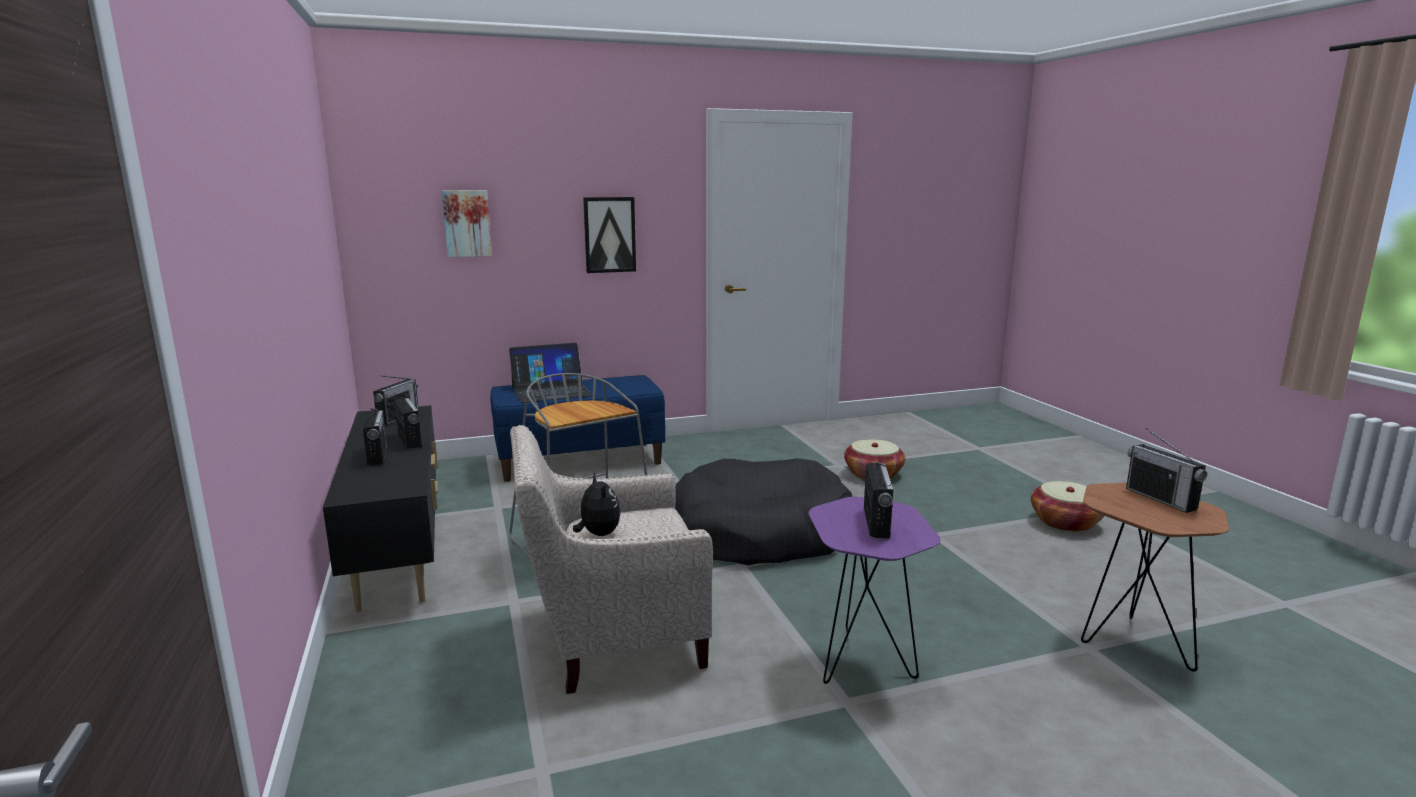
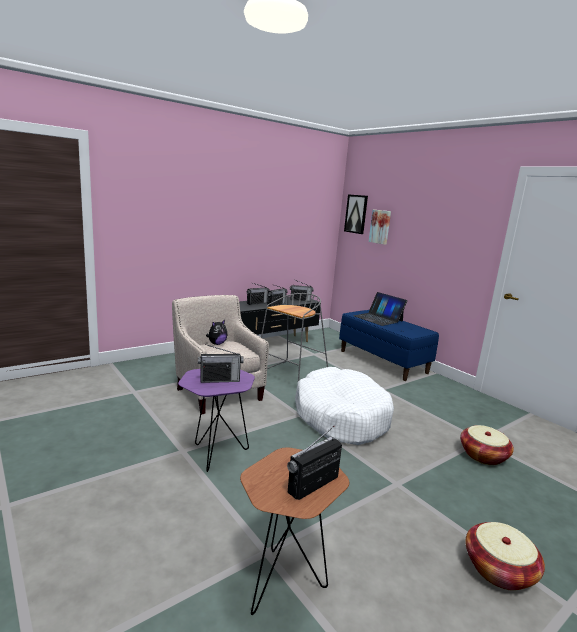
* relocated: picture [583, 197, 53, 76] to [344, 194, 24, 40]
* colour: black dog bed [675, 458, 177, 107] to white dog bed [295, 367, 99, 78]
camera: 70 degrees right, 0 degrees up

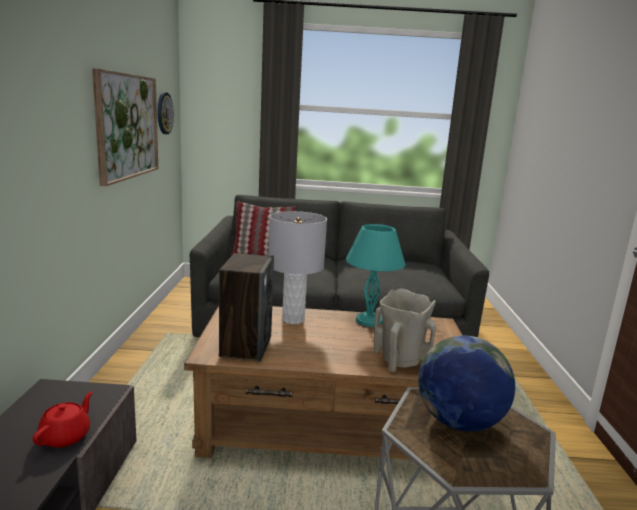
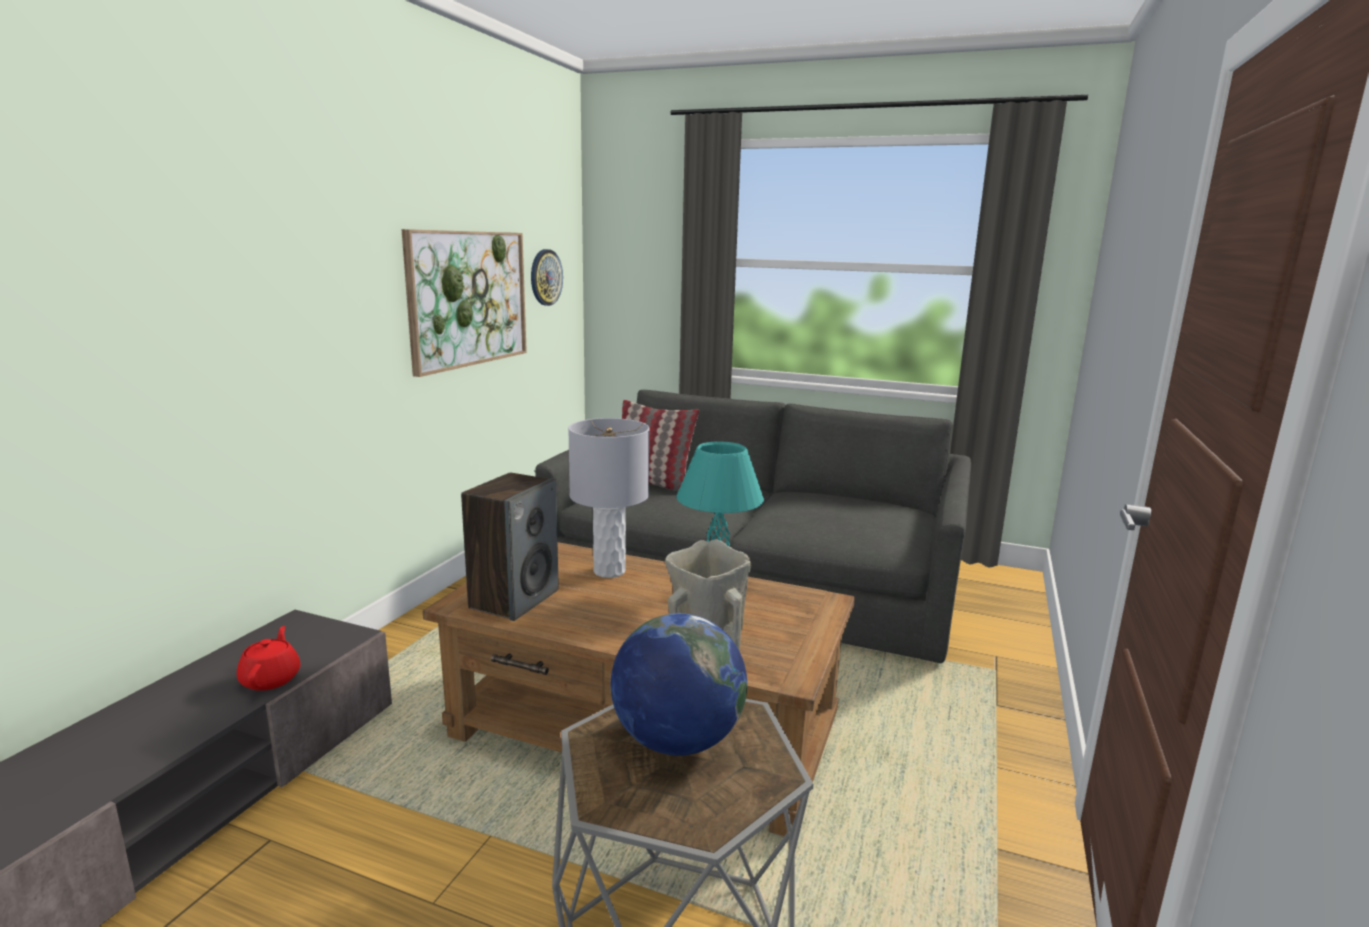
* spun: red teapot [33, 392, 60, 56] = [237, 626, 64, 65] 45 degrees counterclockwise
camera: 20 degrees right, 0 degrees up

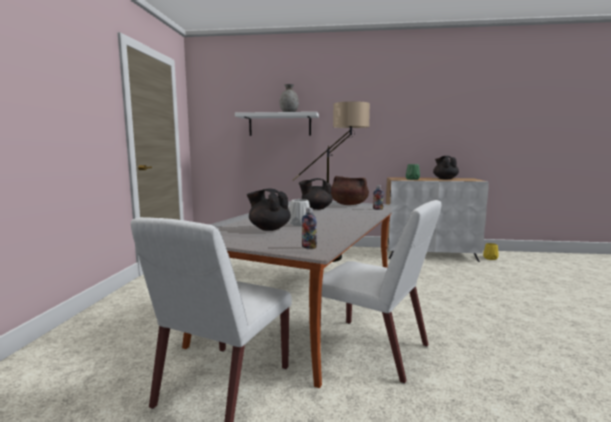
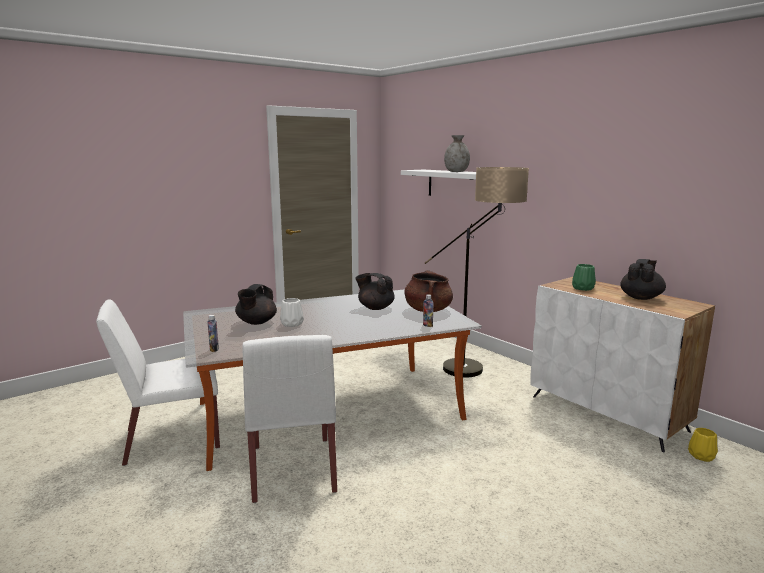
* spun: black teapot [247, 188, 44, 43] = [235, 284, 42, 41] 150 degrees counterclockwise
camera: 45 degrees right, 5 degrees up

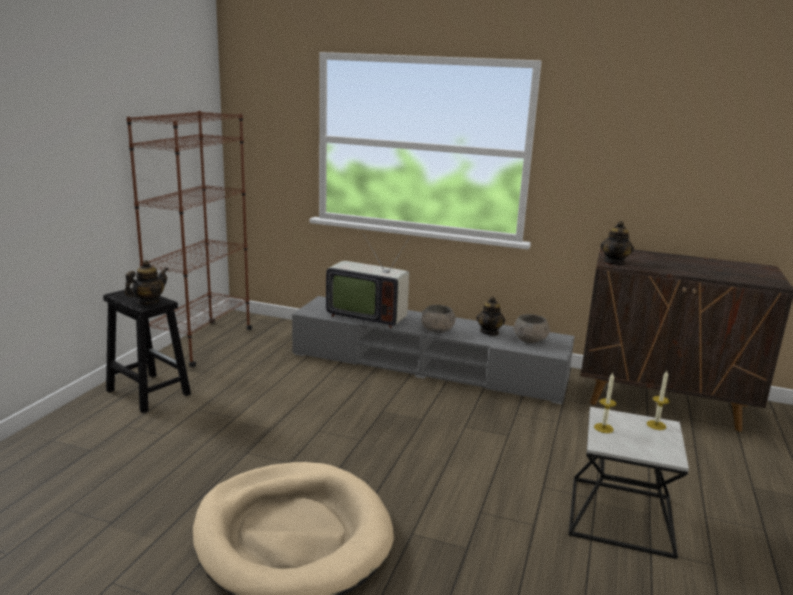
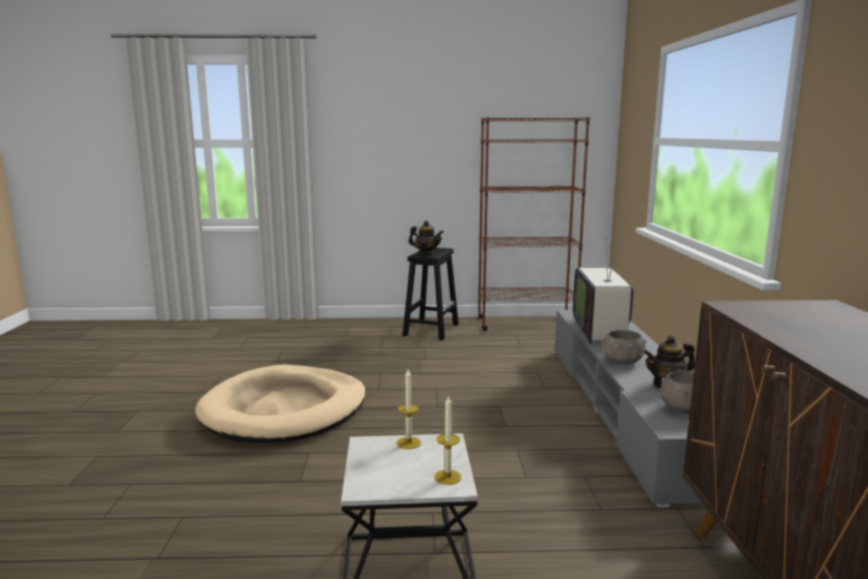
* missing: teapot [600, 221, 34, 44]
camera: 70 degrees right, 5 degrees down

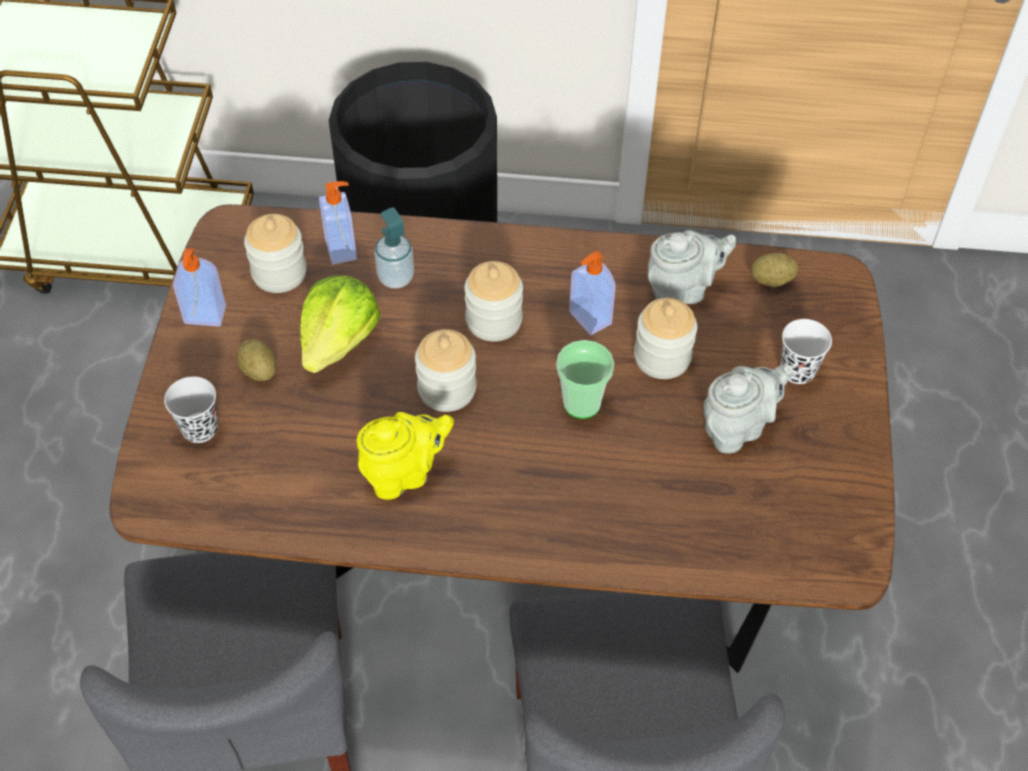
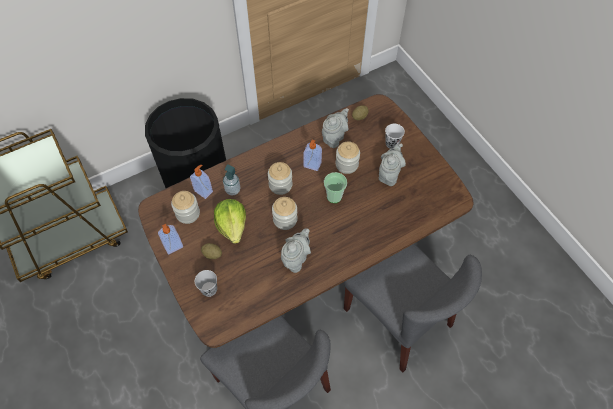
* colour: yellow teapot [357, 412, 97, 88] to grey teapot [281, 229, 30, 44]
camera: 35 degrees left, 5 degrees up

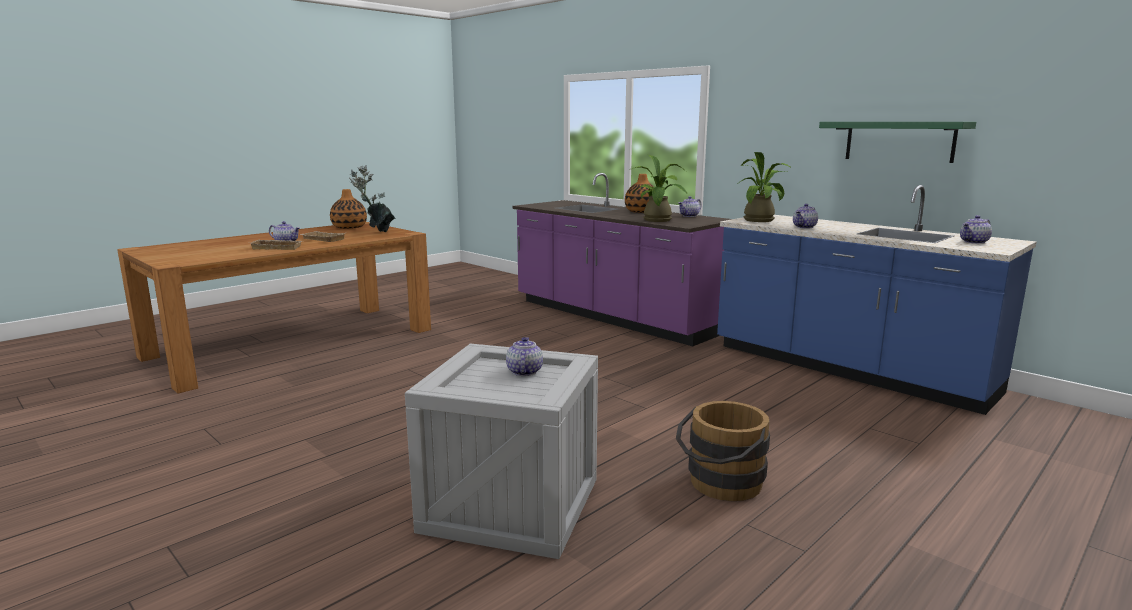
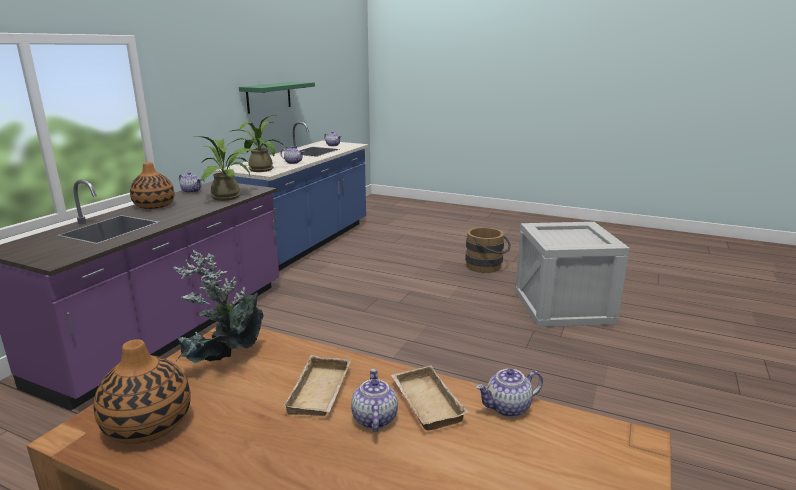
* relocated: teapot [506, 337, 37, 39] to [476, 369, 67, 48]
camera: 110 degrees left, 5 degrees up

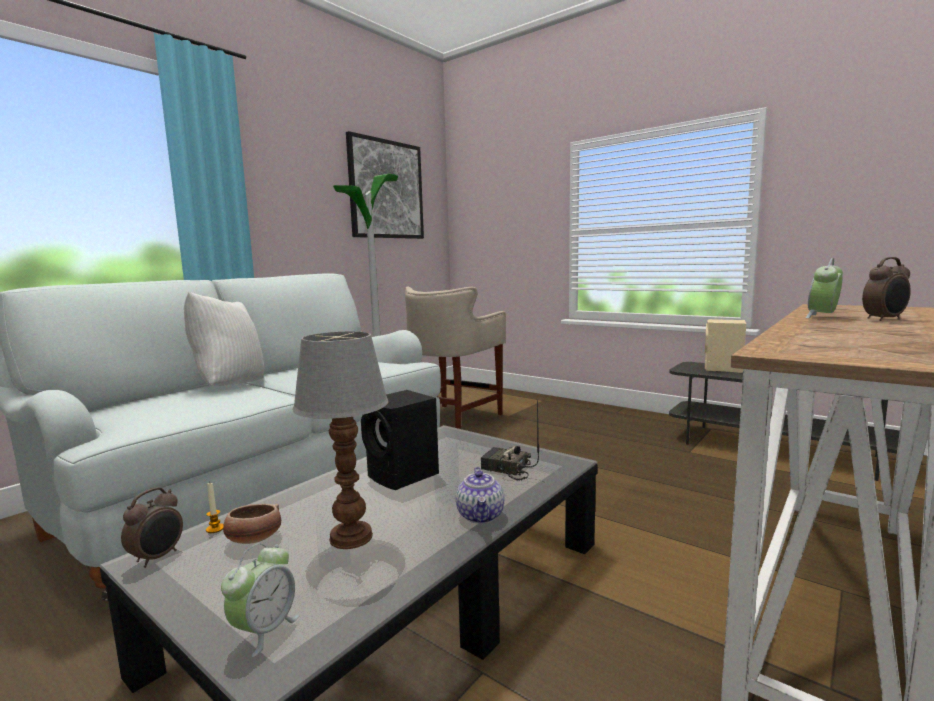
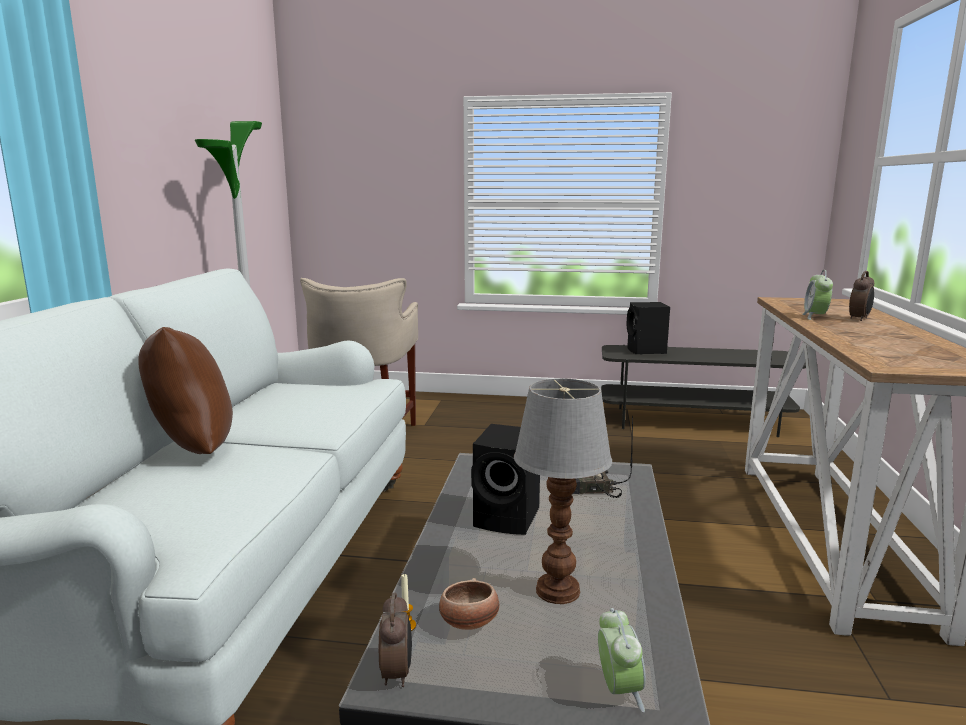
* colour: white pillow [184, 292, 80, 94] to brown pillow [138, 327, 95, 127]
* missing: picture [346, 131, 78, 108]
* missing: teapot [456, 467, 48, 57]
* colour: beige speaker [705, 319, 41, 54] to black speaker [627, 302, 43, 52]
camera: 30 degrees left, 5 degrees up

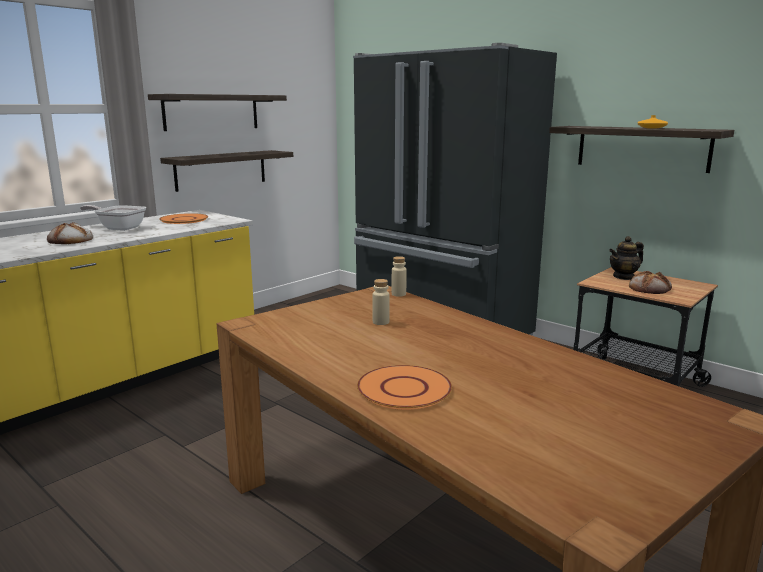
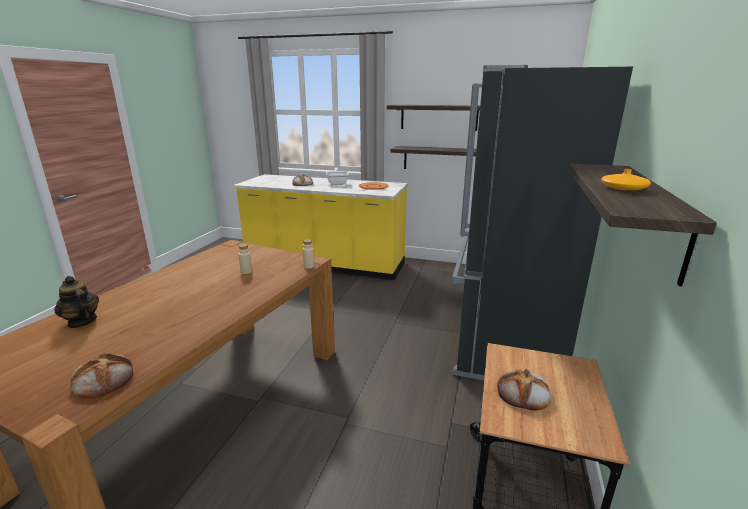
* missing: orange plate [357, 365, 95, 45]
* relocated: teapot [609, 236, 35, 44] to [54, 276, 45, 52]
* appeared: bread [70, 353, 63, 46]
camera: 65 degrees right, 5 degrees up

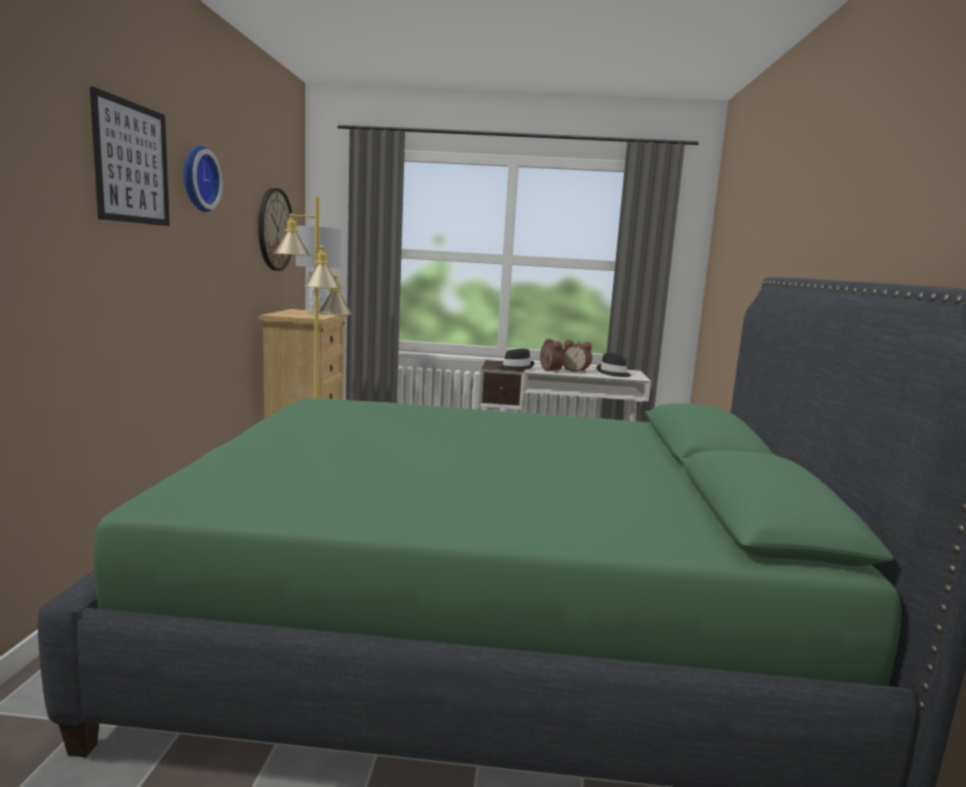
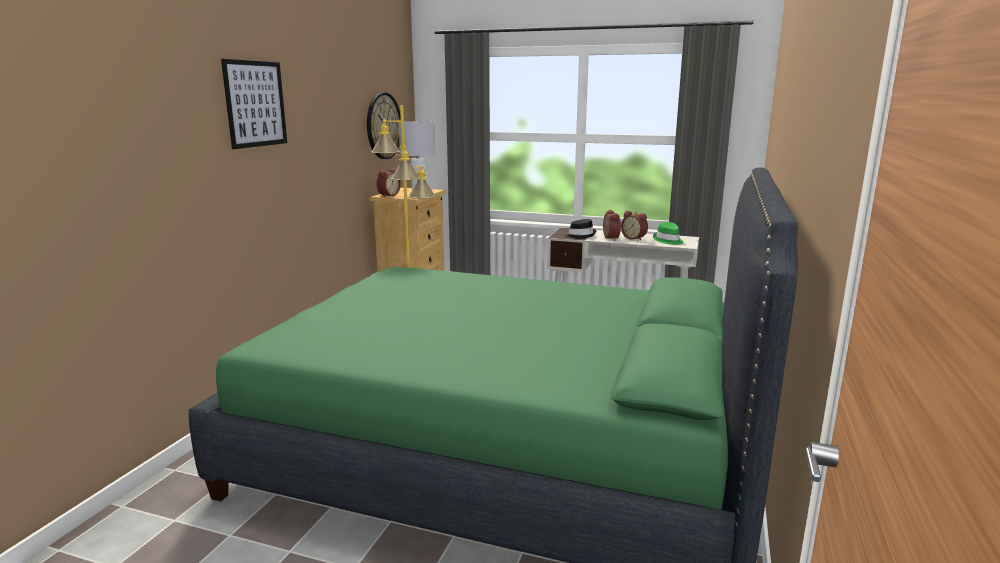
* missing: wall clock [184, 146, 39, 66]
* colour: black hat [597, 353, 34, 24] to green hat [653, 222, 31, 23]
* appeared: alarm clock [377, 168, 24, 29]
camera: 15 degrees right, 5 degrees up

